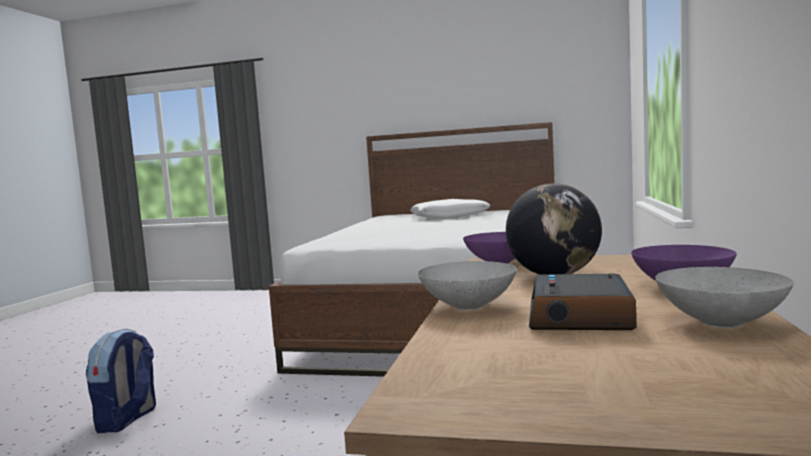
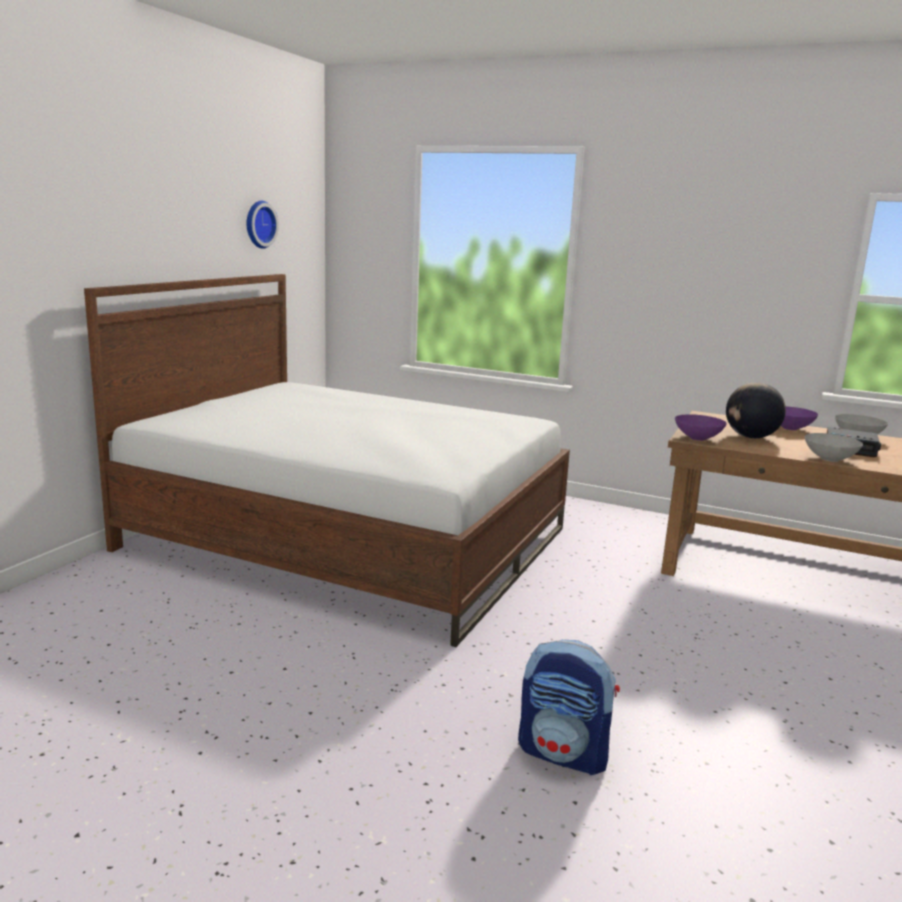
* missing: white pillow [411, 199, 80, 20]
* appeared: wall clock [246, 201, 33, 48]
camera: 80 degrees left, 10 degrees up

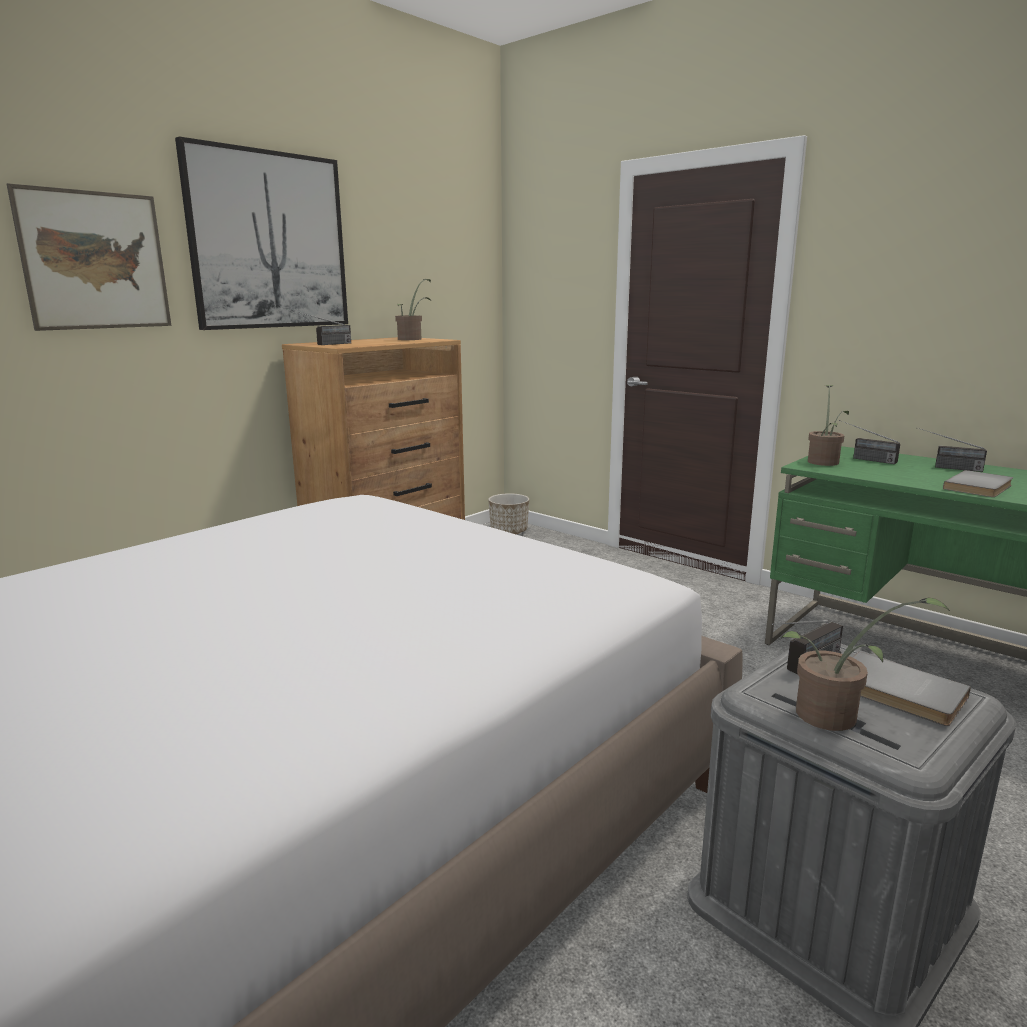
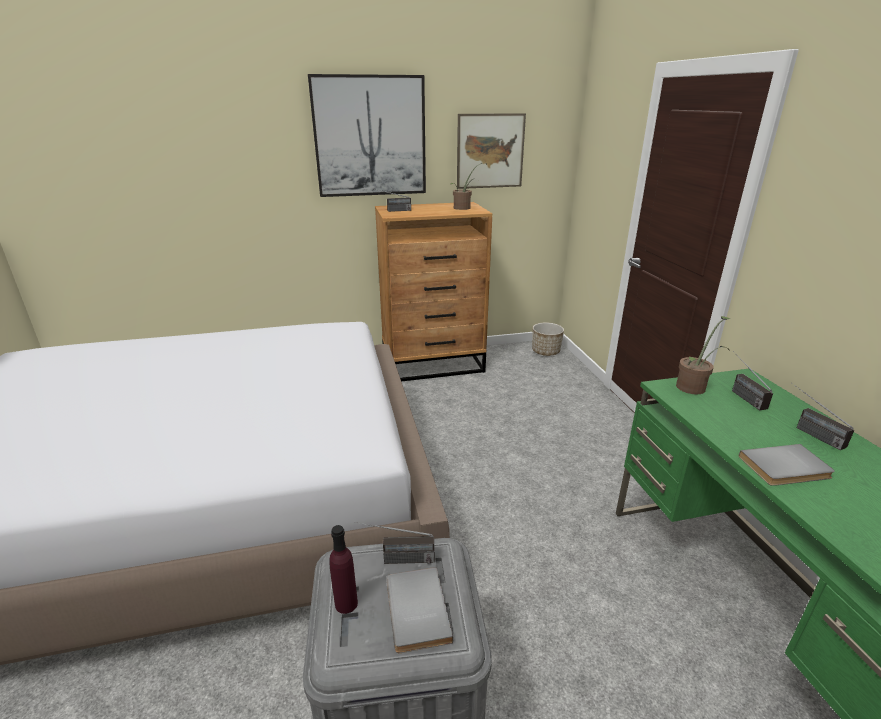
* relocated: picture [7, 183, 165, 148] to [457, 113, 69, 76]
* exchanged: potted plant [781, 597, 169, 134] to purple bottle [329, 525, 29, 89]
camera: 35 degrees right, 10 degrees up

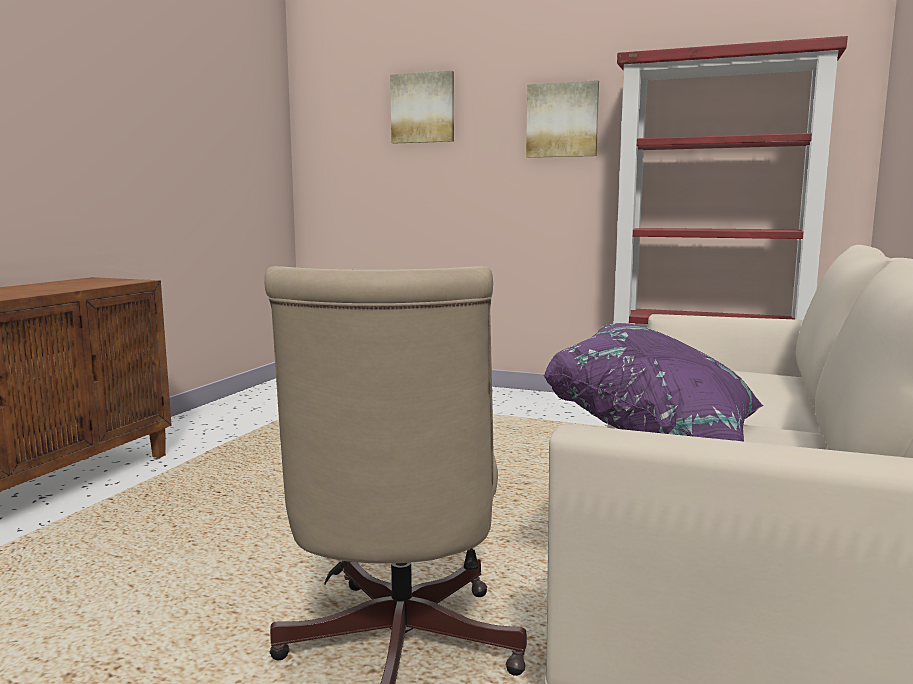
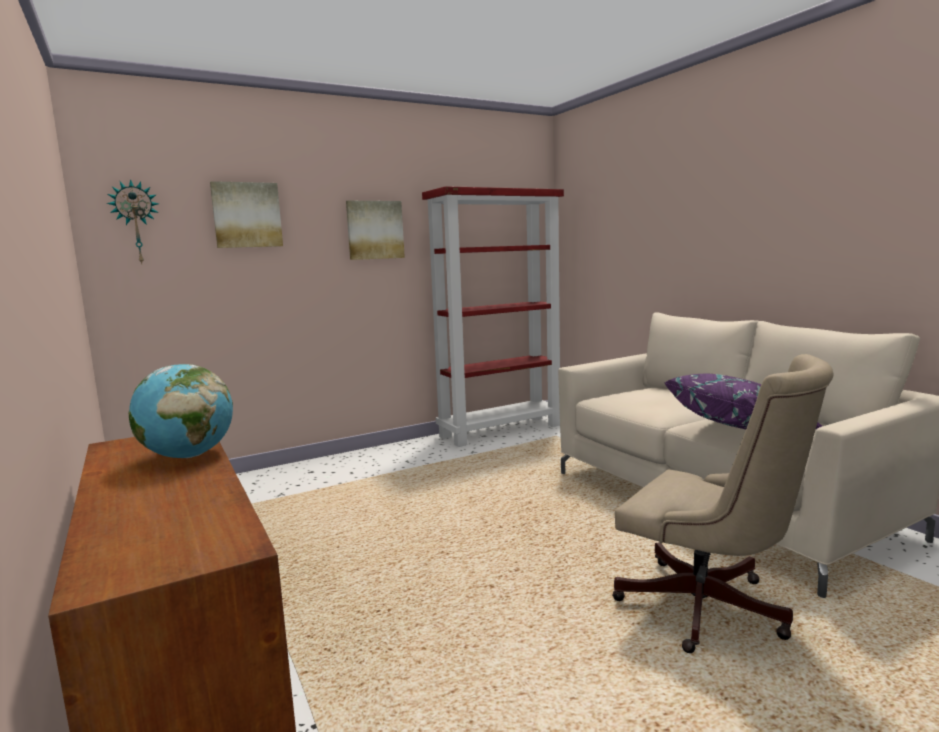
* appeared: wall clock [107, 179, 52, 85]
* appeared: globe [129, 364, 104, 94]
camera: 50 degrees left, 0 degrees up

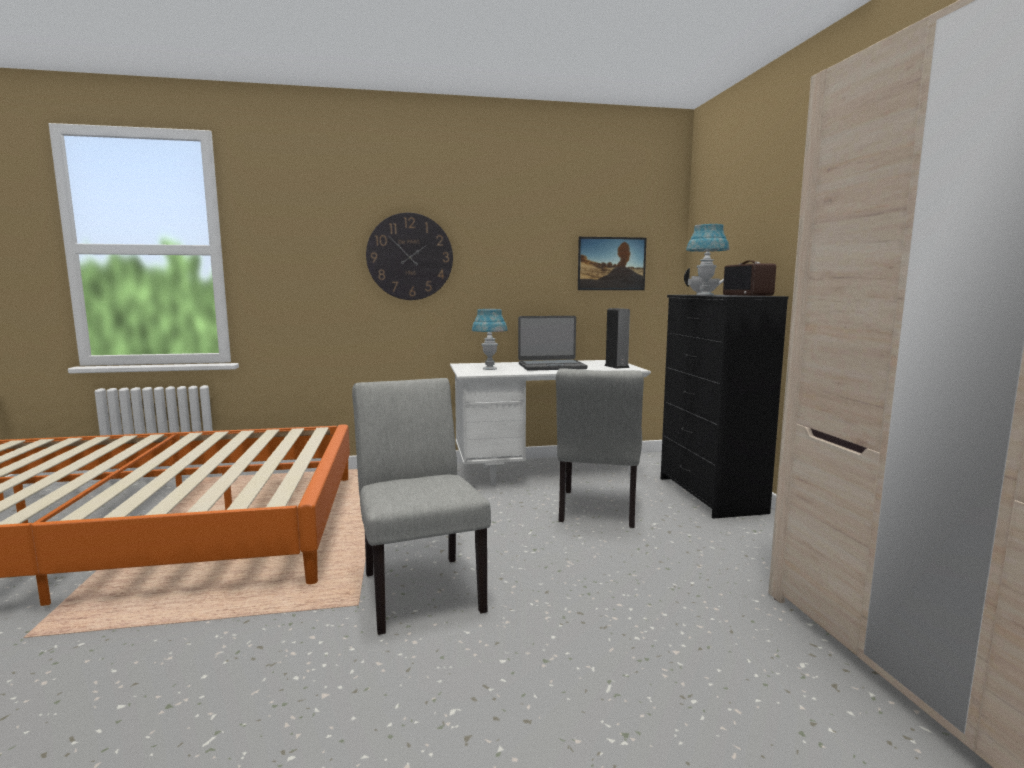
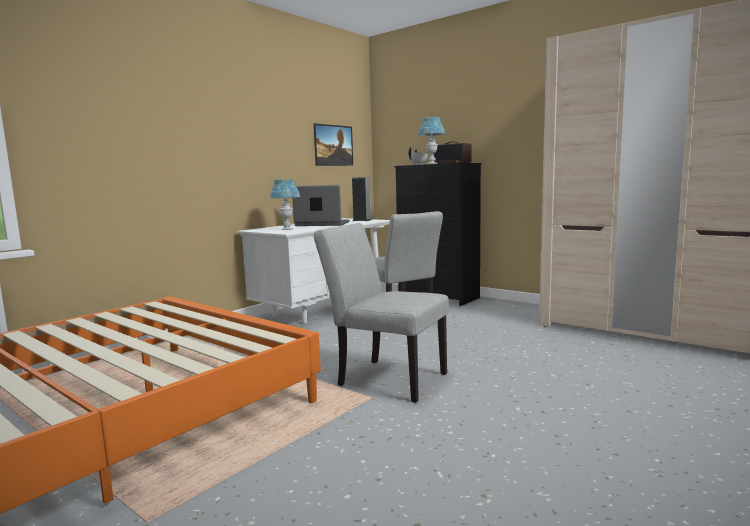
* missing: wall clock [366, 213, 87, 87]
* spun: laptop [518, 316, 70, 55] = [293, 185, 57, 41] 120 degrees counterclockwise
camera: 40 degrees left, 0 degrees up

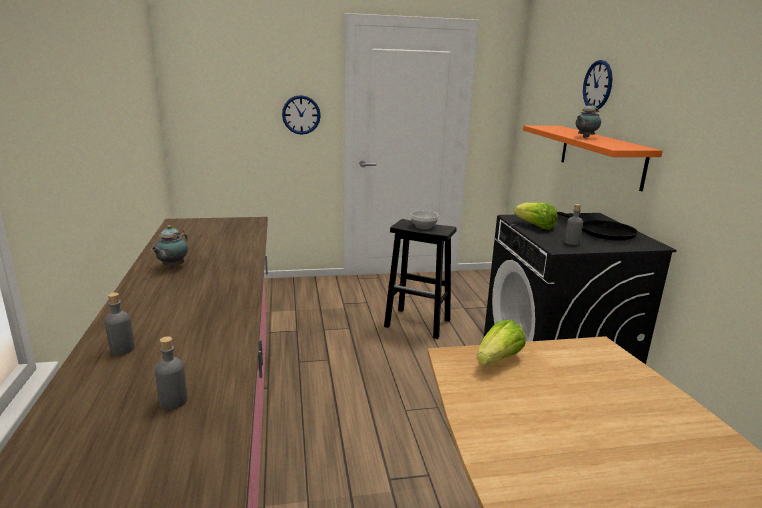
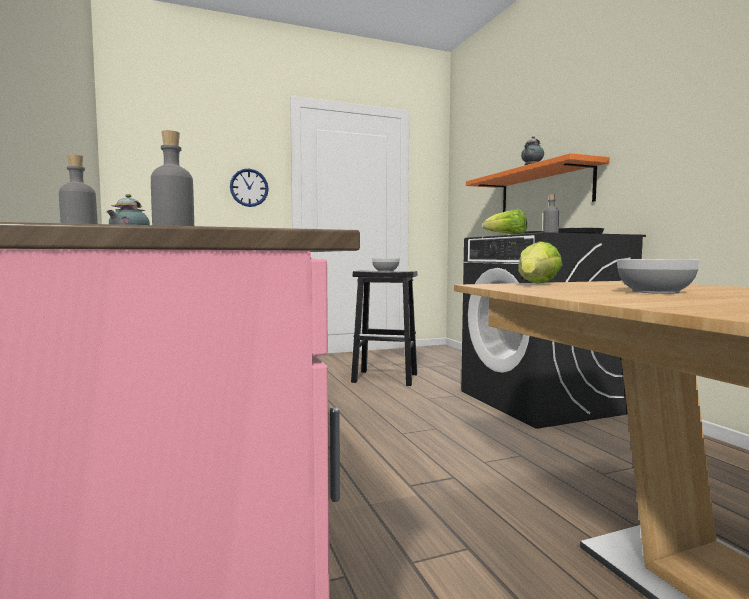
* missing: wall clock [583, 60, 30, 49]
* appeared: bowl [617, 259, 83, 35]
camera: 10 degrees left, 15 degrees down

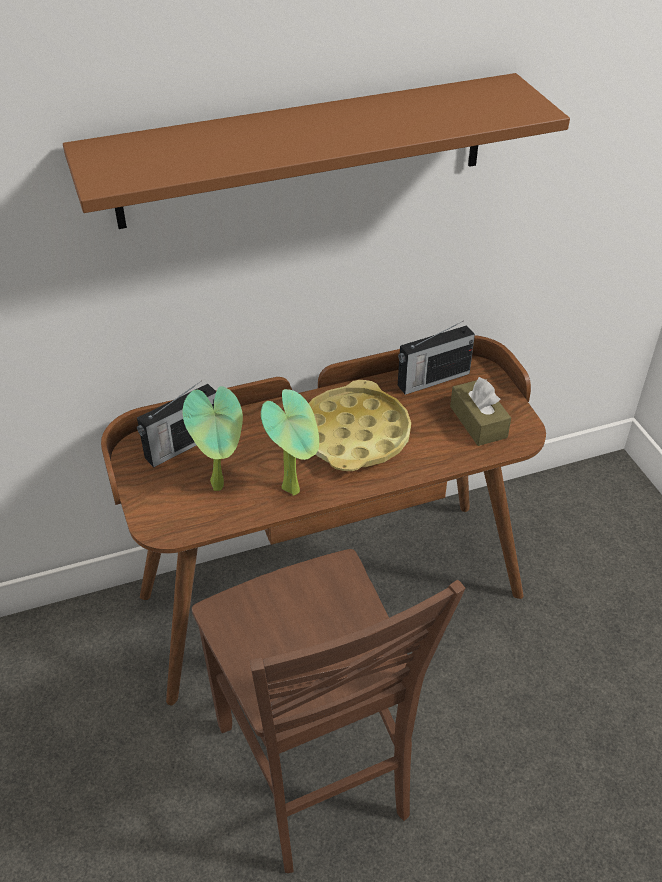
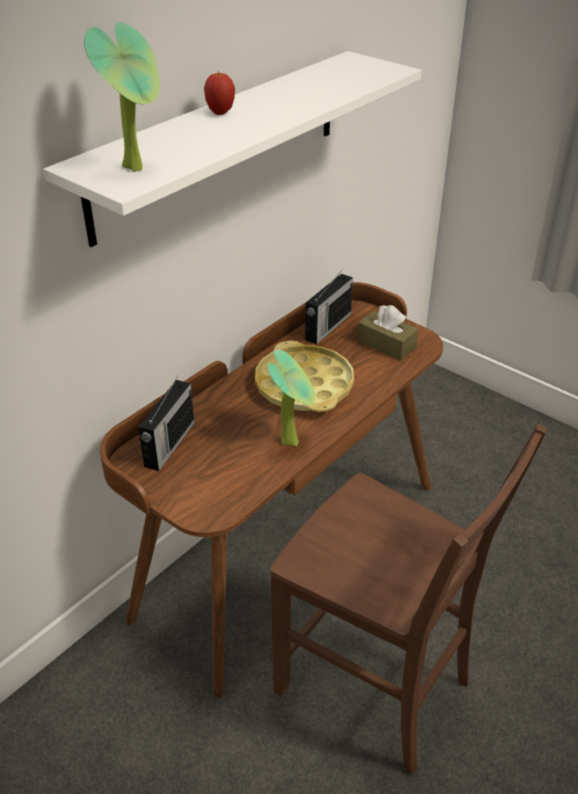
* colour: brown shelf [63, 73, 507, 156] to white shelf [43, 51, 379, 196]
* relocated: potted plant [183, 386, 60, 105] to [84, 22, 76, 150]
* appeared: apple [204, 70, 31, 45]
camera: 30 degrees left, 5 degrees down

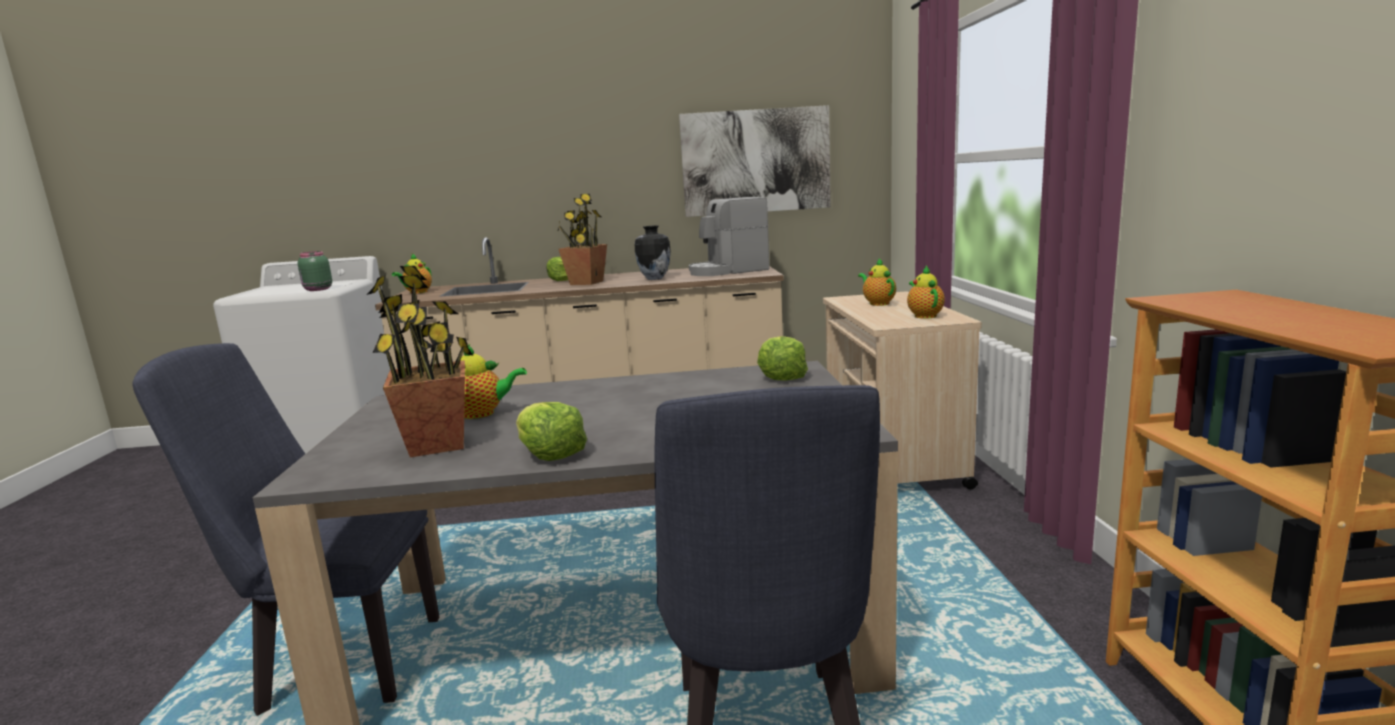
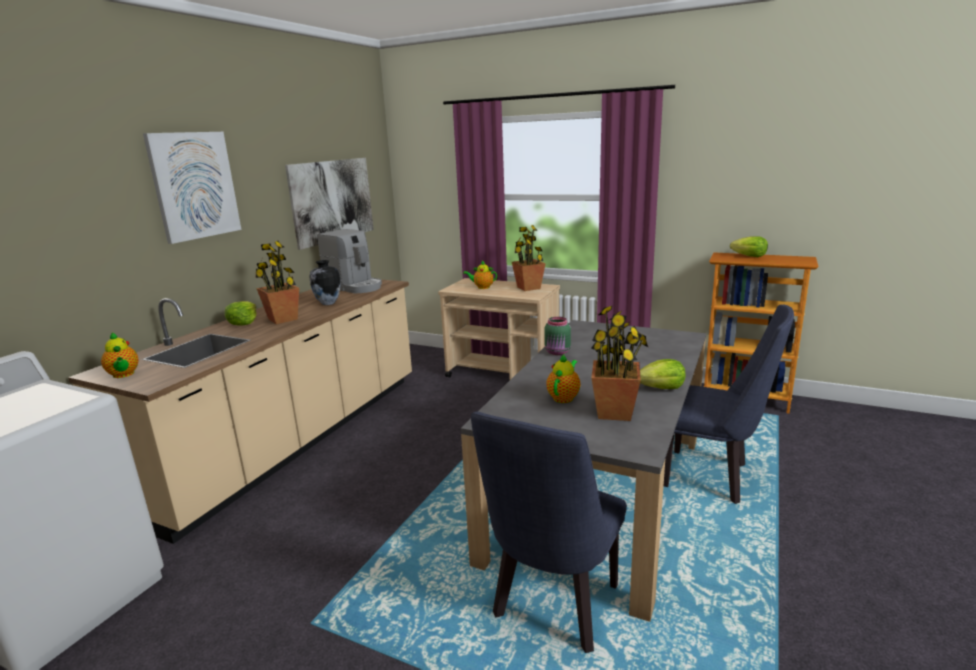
* relocated: green jar [298, 251, 34, 40] to [544, 317, 27, 38]
* spun: coffee machine [689, 197, 80, 79] = [317, 229, 65, 64] 60 degrees counterclockwise
* relocated: lettuce [757, 336, 51, 45] to [730, 236, 38, 21]
* exchanged: teapot [907, 266, 38, 53] to potted plant [512, 225, 34, 66]
* appeared: picture [143, 132, 98, 112]
camera: 60 degrees left, 5 degrees up

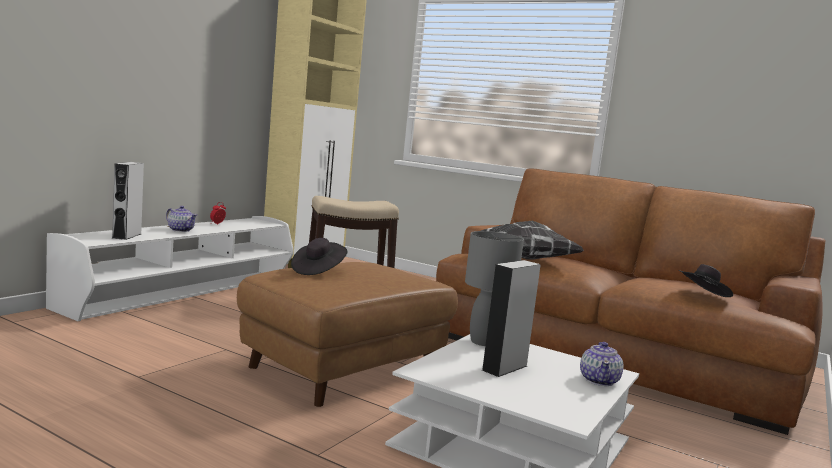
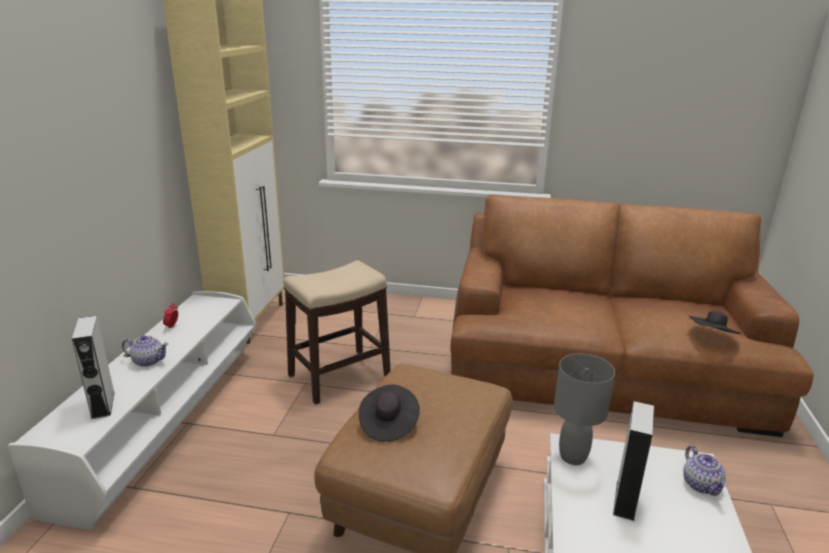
* missing: pillow [481, 221, 103, 39]
camera: 20 degrees left, 15 degrees up

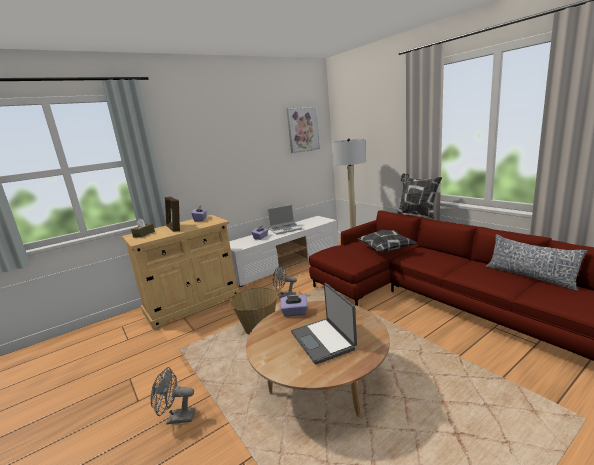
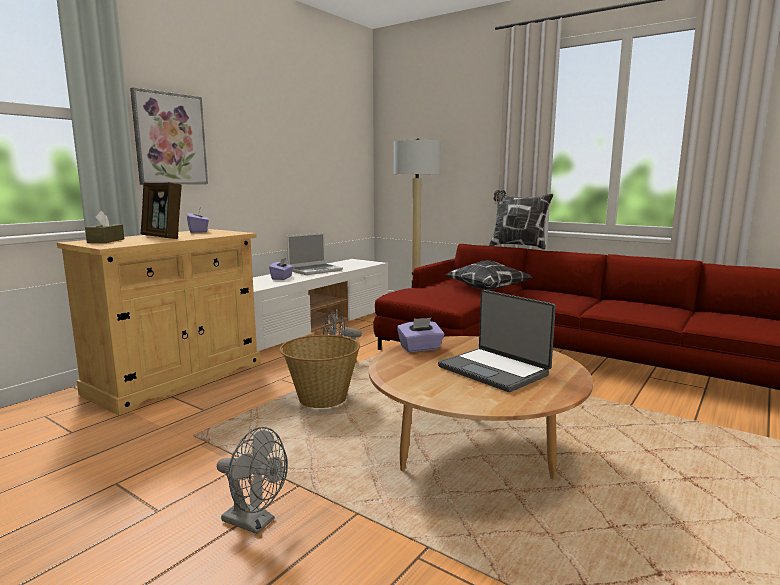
* spun: grey fan [151, 367, 44, 57] = [217, 427, 71, 107] 135 degrees counterclockwise
* relocated: picture [287, 106, 33, 47] to [130, 87, 78, 98]
* missing: pillow [486, 234, 101, 57]
camera: 20 degrees left, 5 degrees down

